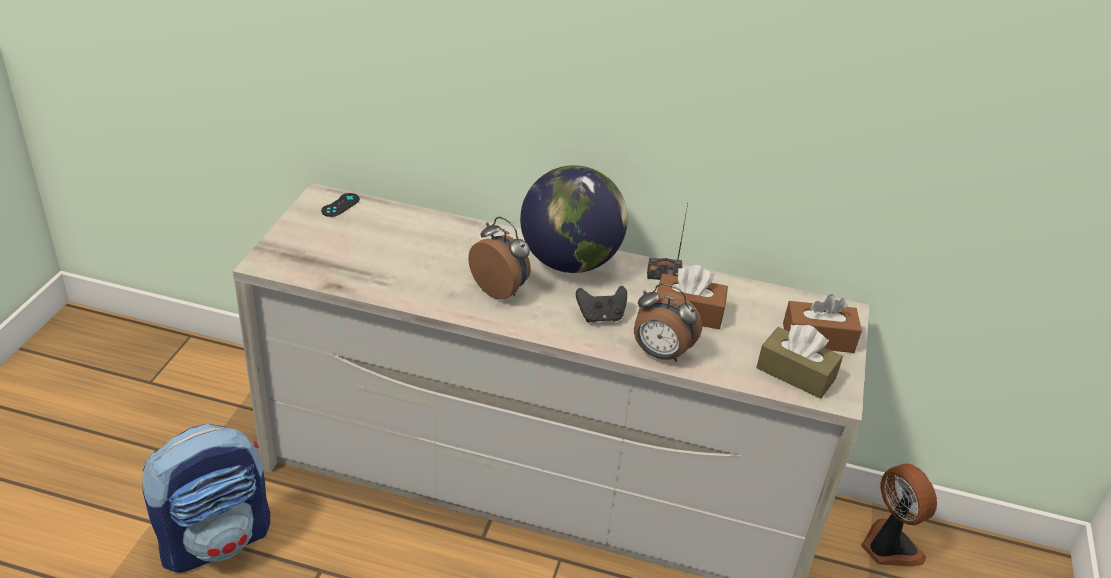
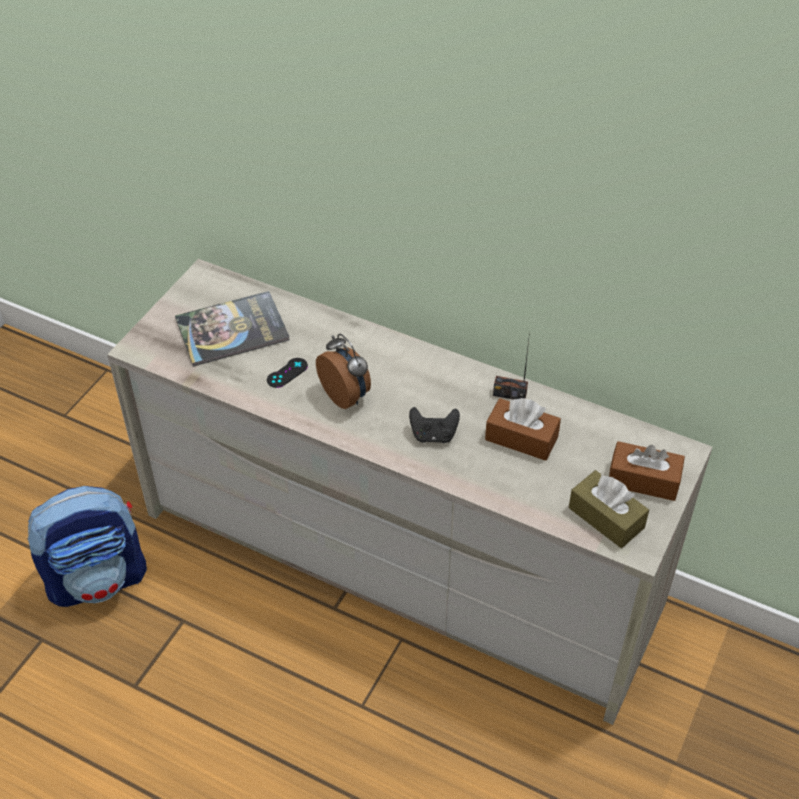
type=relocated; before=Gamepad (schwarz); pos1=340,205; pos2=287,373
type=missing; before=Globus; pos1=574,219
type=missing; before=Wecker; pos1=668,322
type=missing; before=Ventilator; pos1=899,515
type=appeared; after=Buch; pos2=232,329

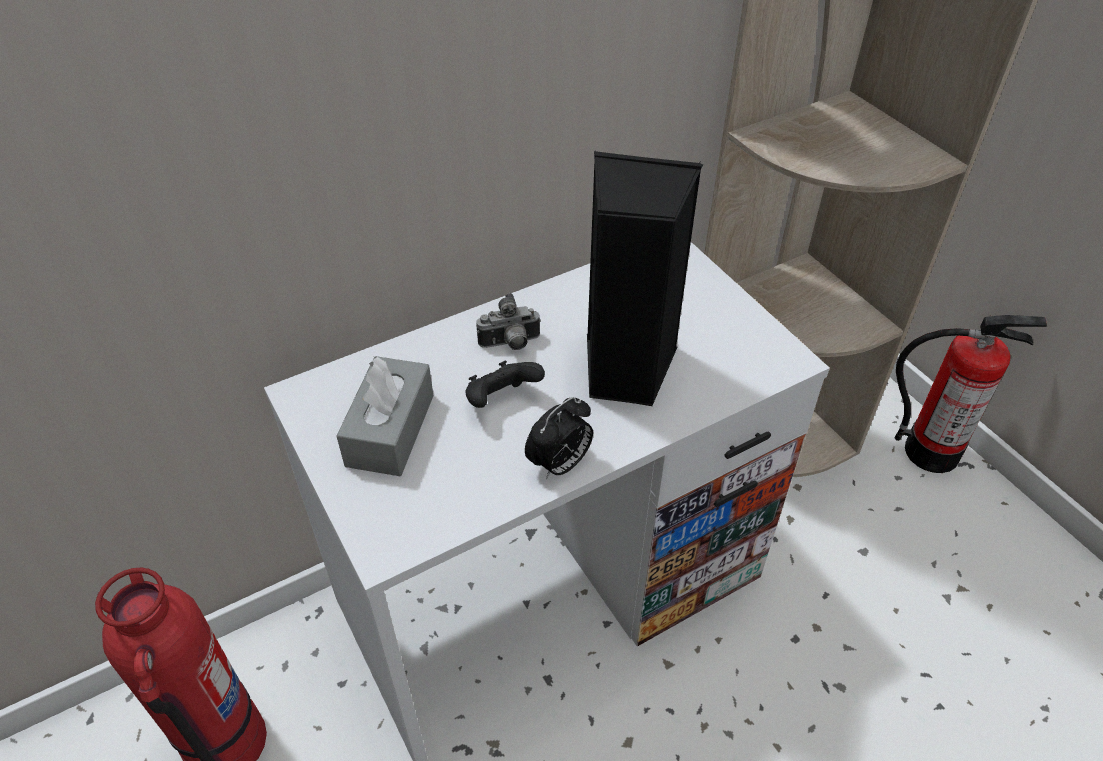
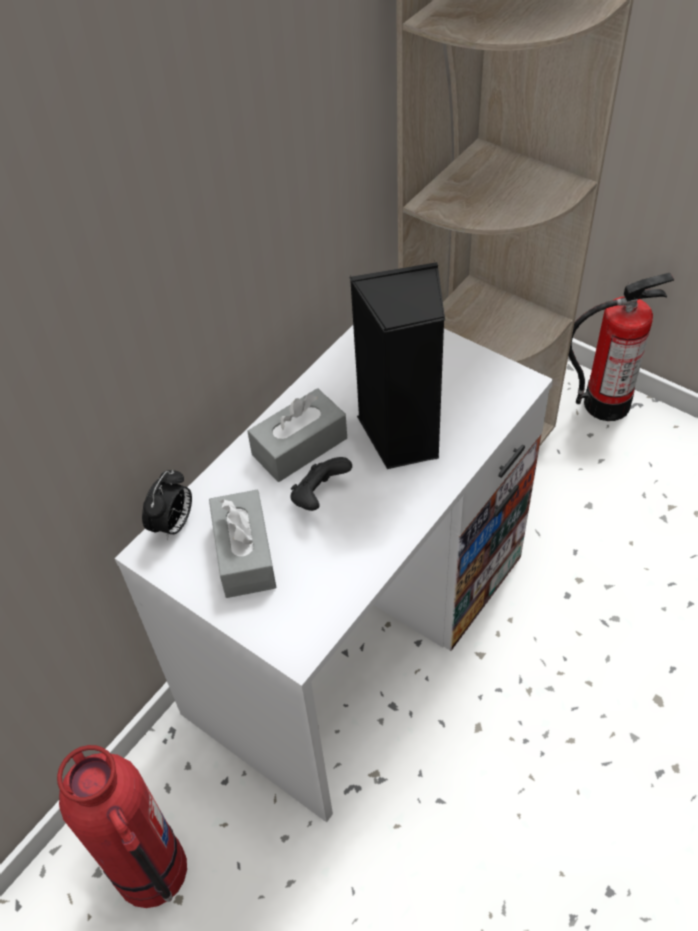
type=exchanged; before=Kamera; after=Taschentuchbox (grau); pos1=508,321; pos2=297,435
type=relocated; before=Wecker; pos1=559,438; pos2=167,505

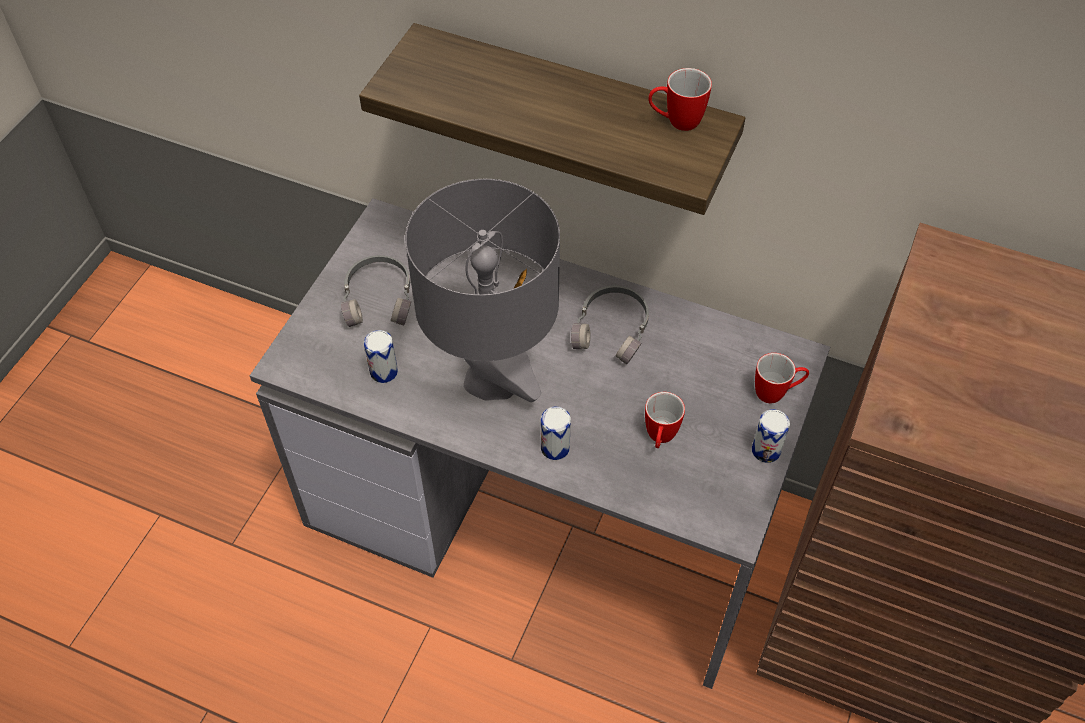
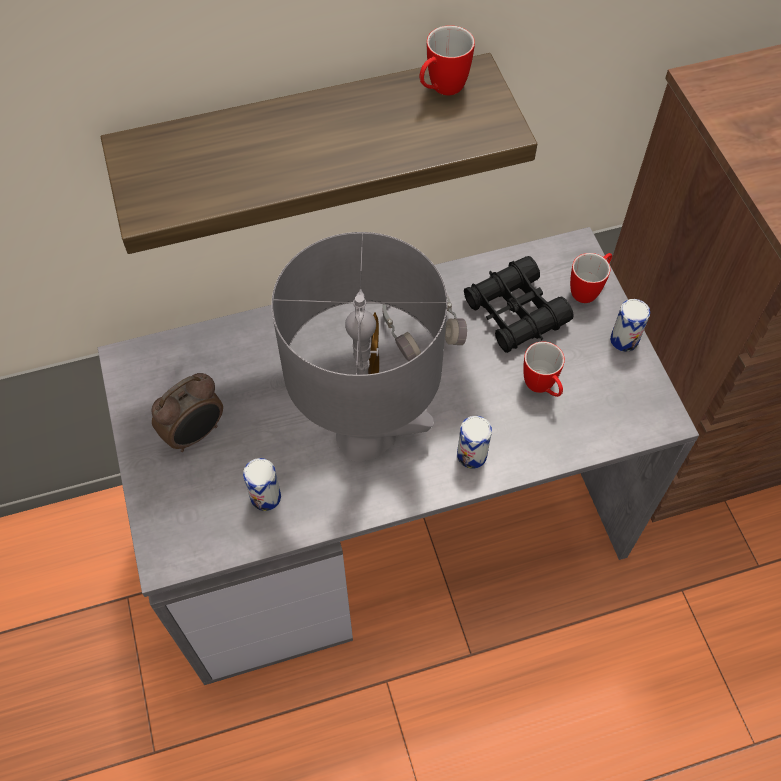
type=exchanged; before=Kopfhörer (grau); after=Wecker; pos1=376,291; pos2=187,412
type=appeared; after=Fernglas (schwarz); pos2=519,304

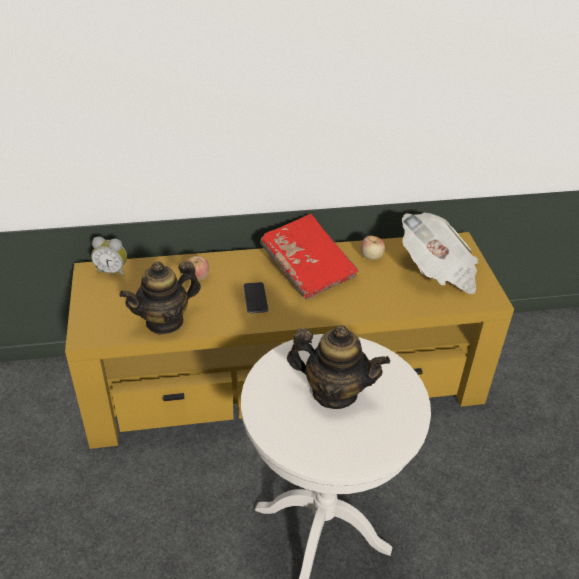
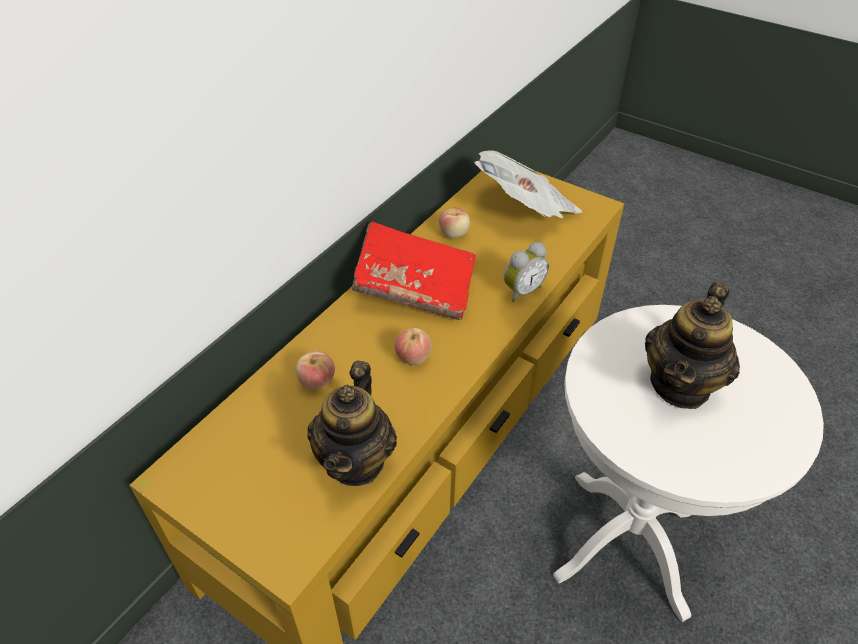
type=relocated; before=Wecker; pos1=109,256; pos2=526,272
type=exchanged; before=Handy; after=Apfel; pos1=255,297; pos2=413,346
type=spun; before=Teekanne; pos1=338,367; pos2=692,345; turn=150

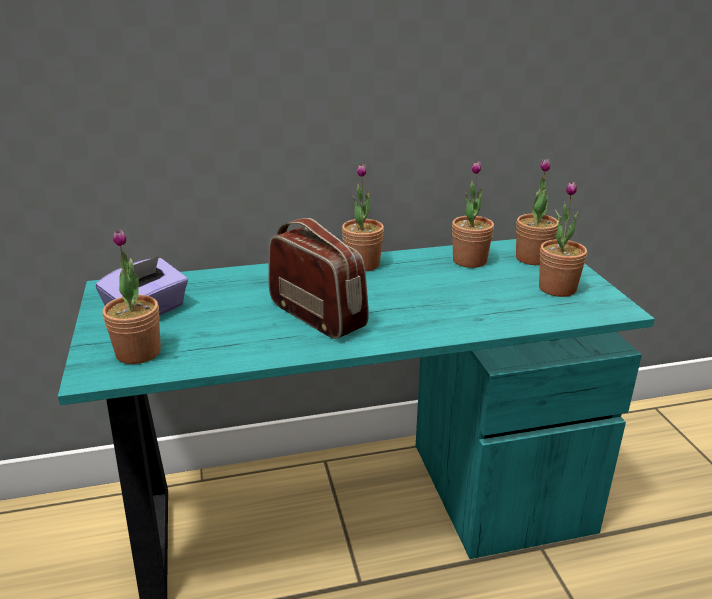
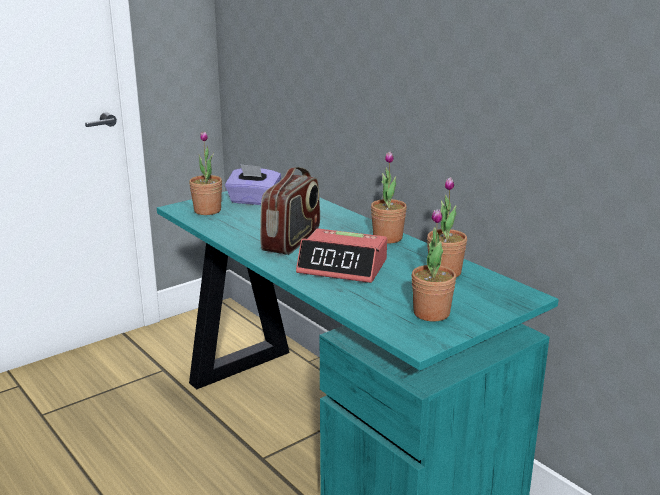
type=missing; before=Topfpflanze; pos1=537,212
type=appeared; after=Wecker; pos2=341,256

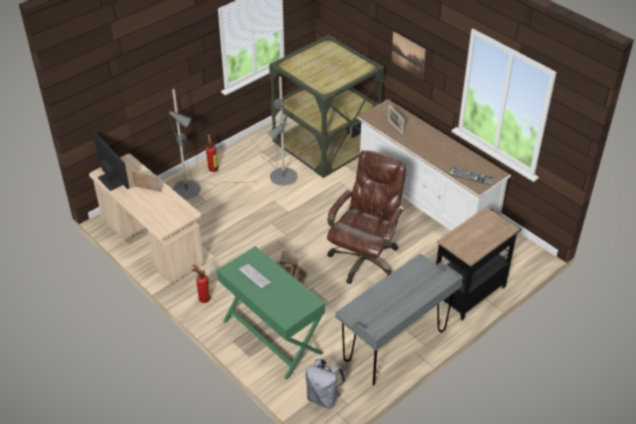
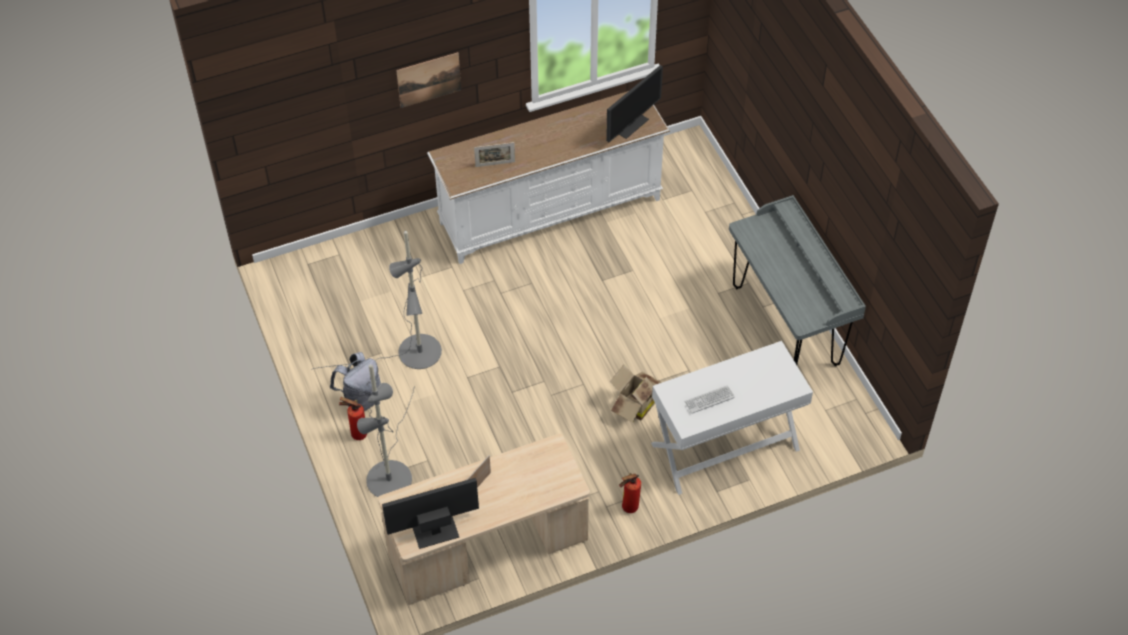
type=colour; before=Konsolentisch (grün); after=Konsolentisch (weiß); pos1=271,313; pos2=732,418
type=missing; before=Bücherregal; pos1=326,106
type=relocated; before=Rucksack (grau); pos1=326,384; pos2=355,381
type=missing; before=Bürostuhl (braun); pos1=366,217
type=missing; before=Rollwagen (schwarz); pos1=478,264
type=exchanged; before=Tastatur; after=Monitor; pos1=471,176; pos2=634,103

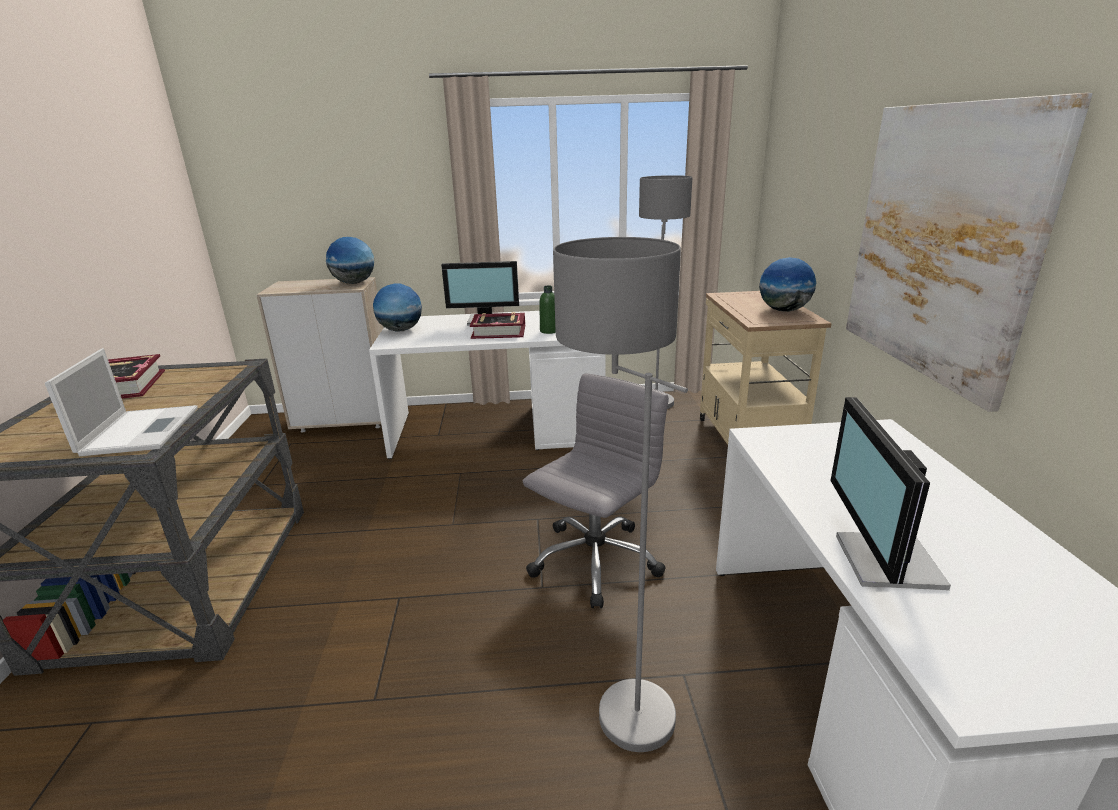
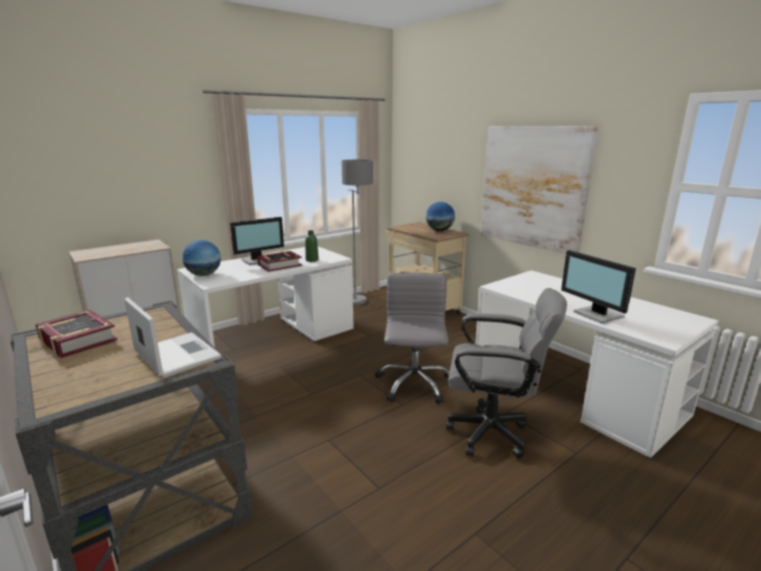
type=missing; before=Globus; pos1=350,260
type=exchanged; before=Stehlampe (grau); after=Bürostuhl (grau); pos1=620,494; pos2=506,373

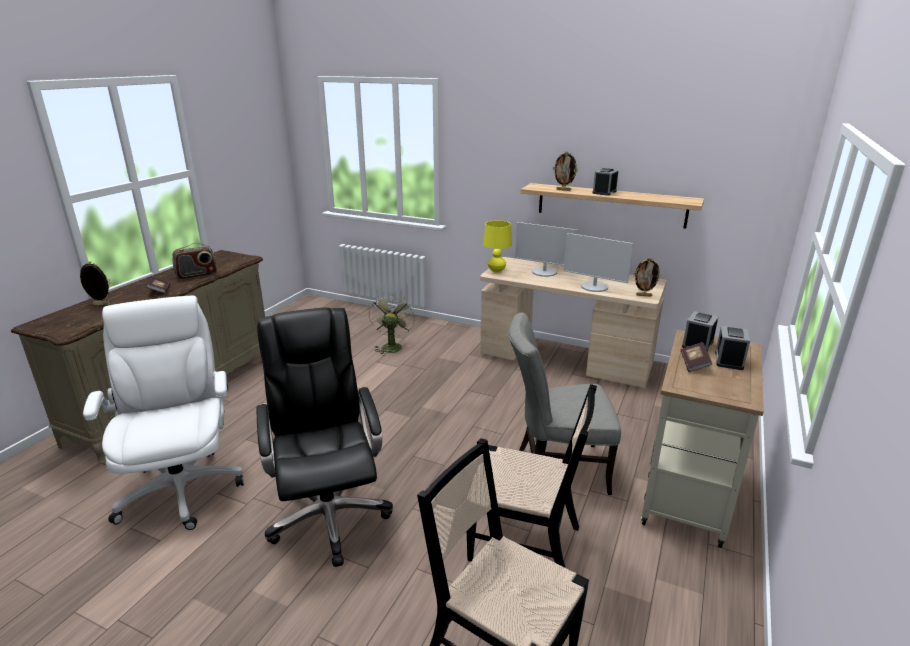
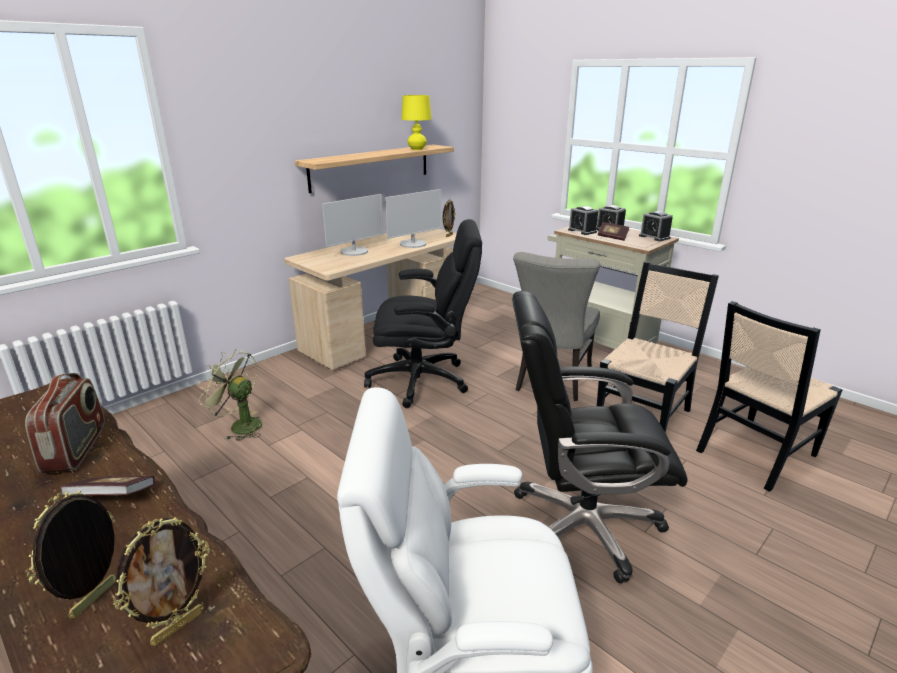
type=relocated; before=Tischlampe (gelb); pos1=497,246; pos2=416,122
type=relocated; before=Bilderrahmen; pos1=565,171; pos2=161,581
type=relocated; before=Wecker; pos1=605,182; pos2=656,226
type=appeared; after=Bürostuhl (schwarz); pos2=423,313

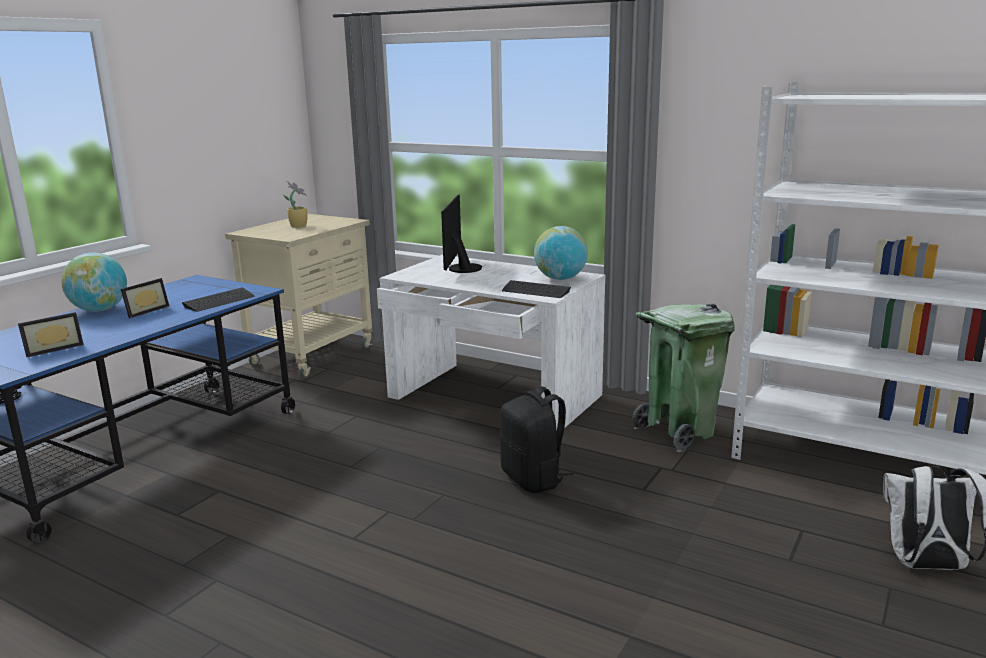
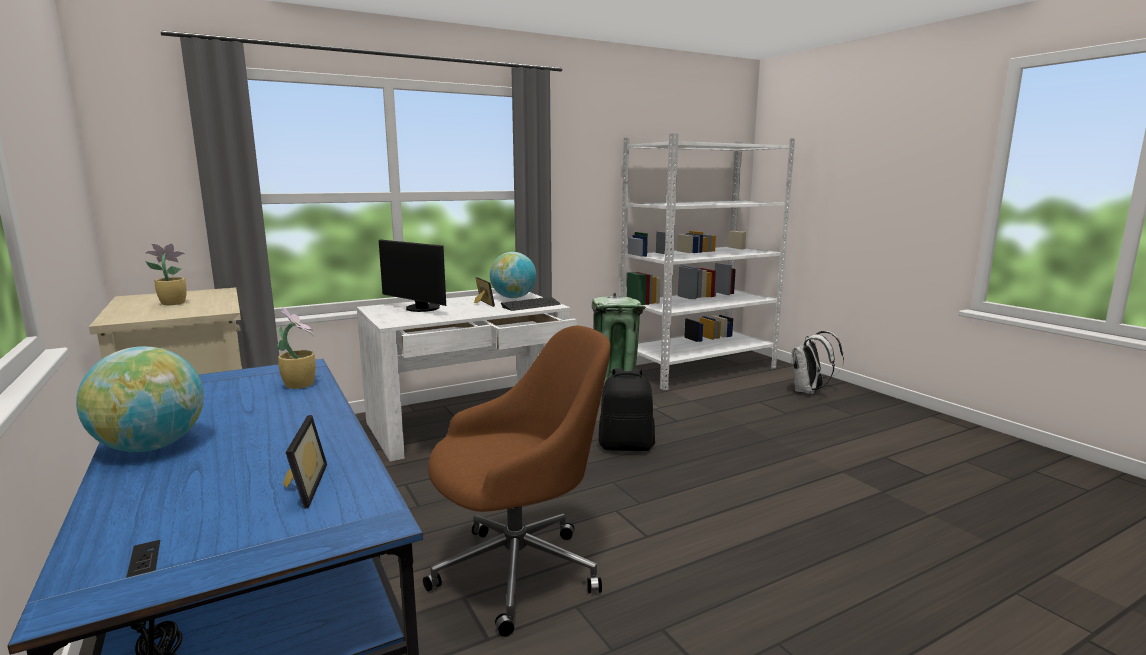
type=relocated; before=Bilderrahmen; pos1=145,298; pos2=484,292
type=exchanged; before=Tastatur; after=Topfpflanze; pos1=218,299; pos2=297,348
type=appeared; after=Bürostuhl (braun); pos2=517,481

